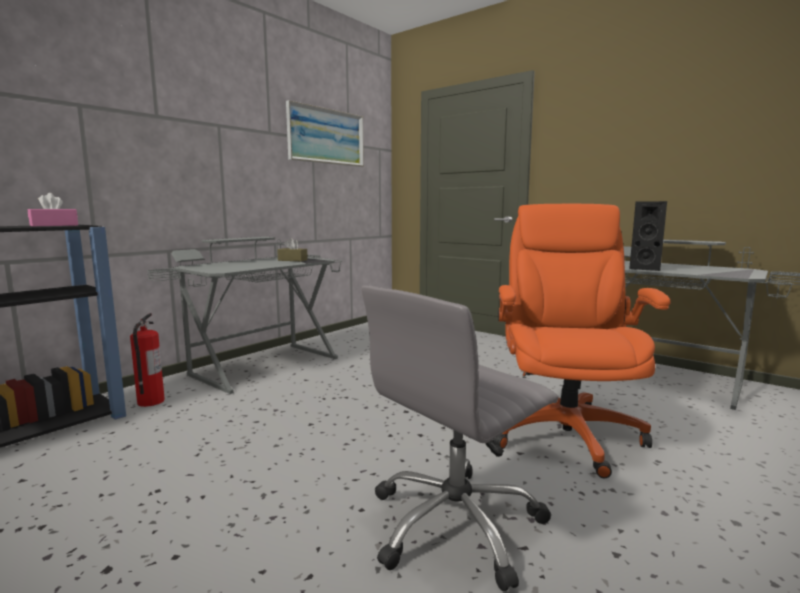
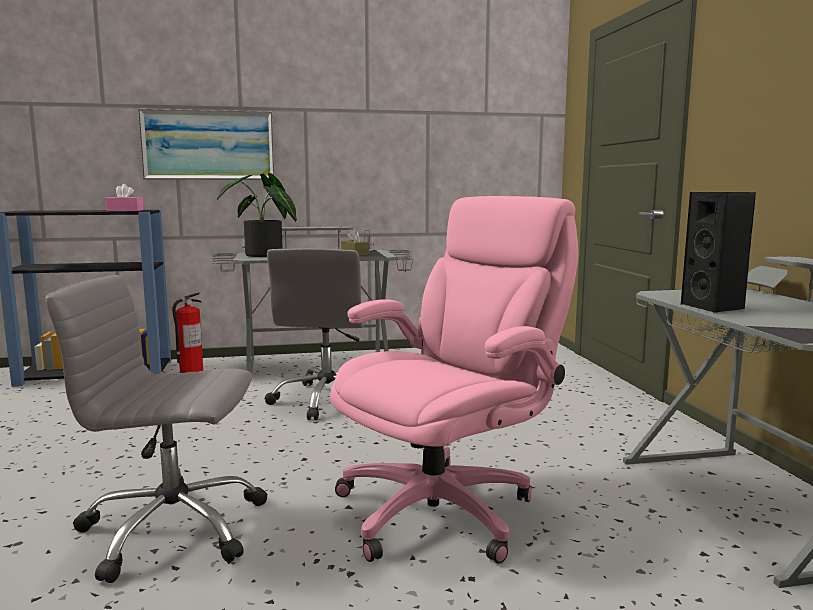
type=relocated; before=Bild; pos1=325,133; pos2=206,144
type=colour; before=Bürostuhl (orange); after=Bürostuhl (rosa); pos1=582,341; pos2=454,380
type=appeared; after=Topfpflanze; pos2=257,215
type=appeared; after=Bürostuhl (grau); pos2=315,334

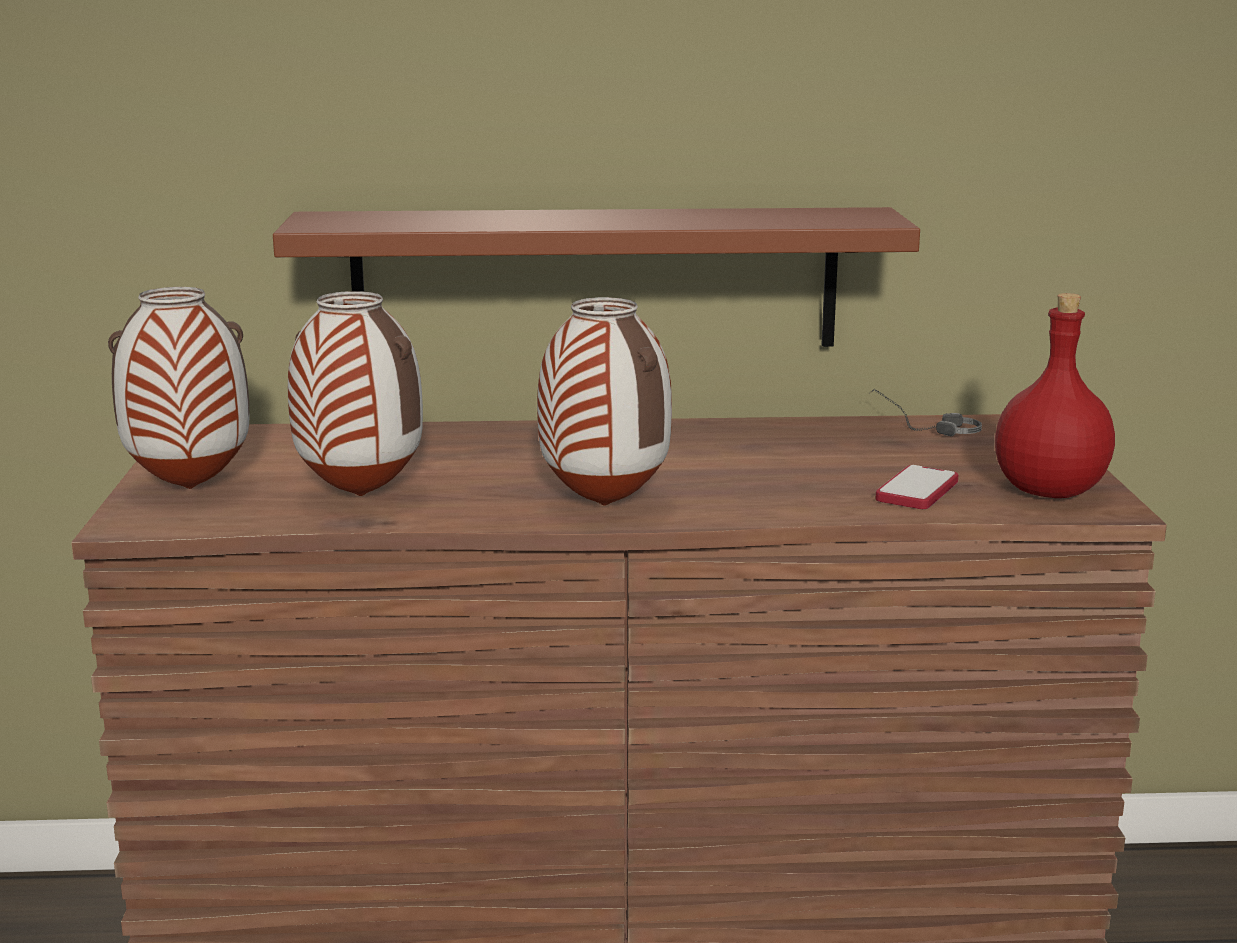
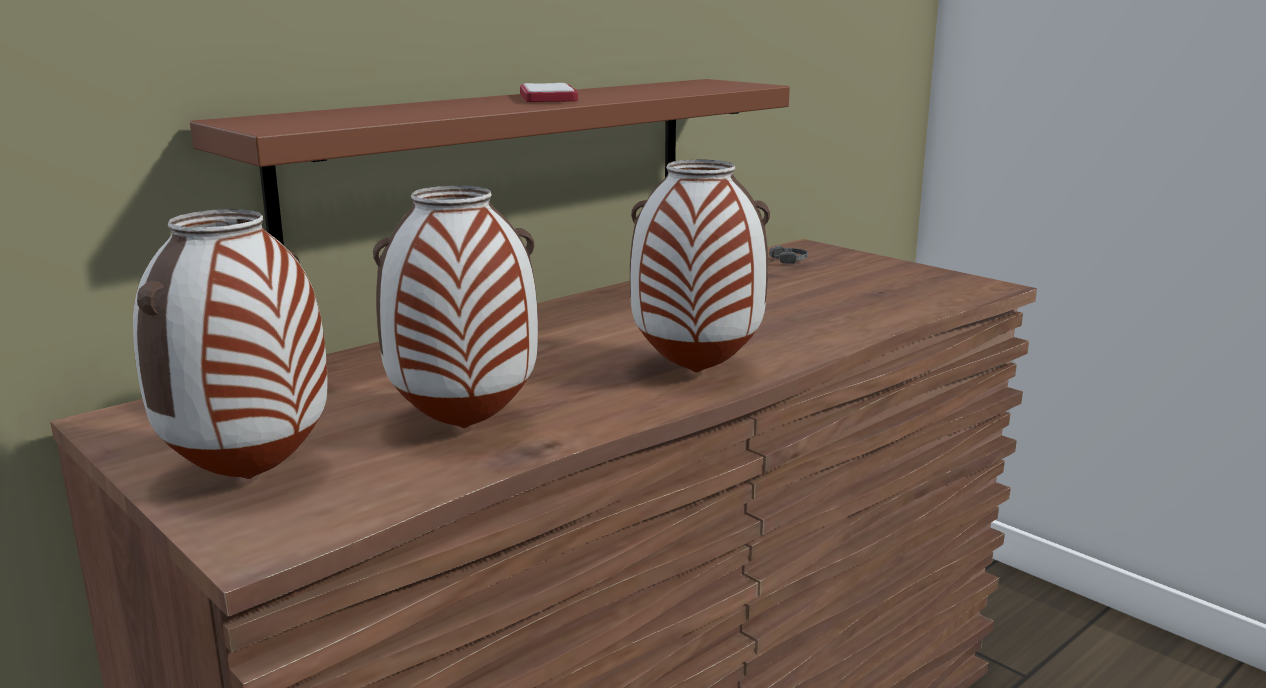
type=relocated; before=Handy; pos1=917,487; pos2=549,92
type=missing; before=Flasche (rot); pos1=1055,395

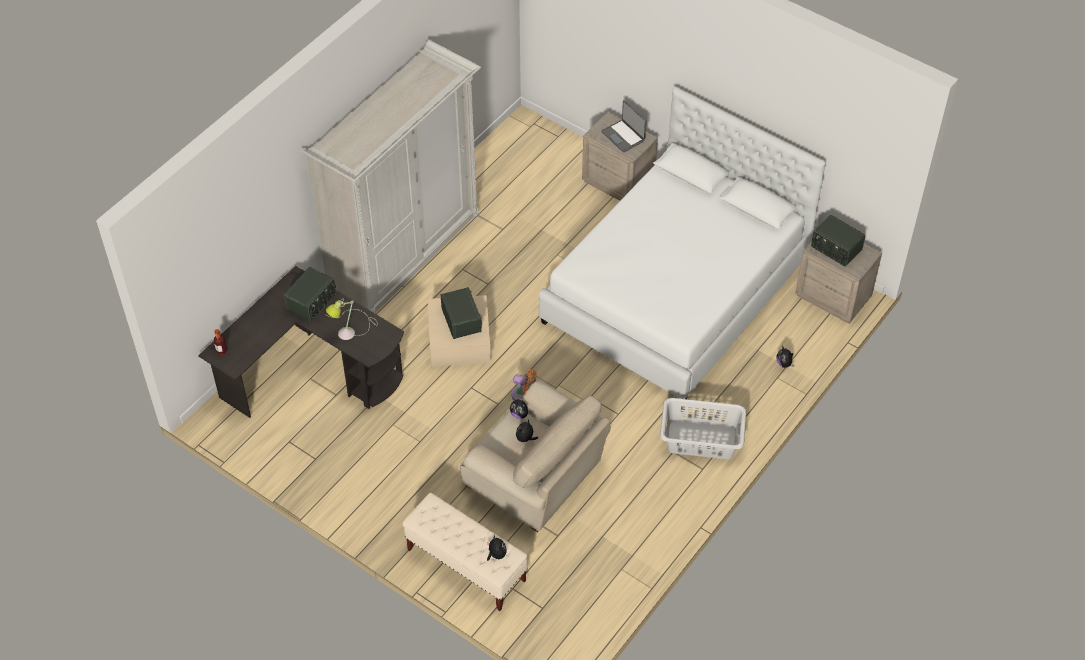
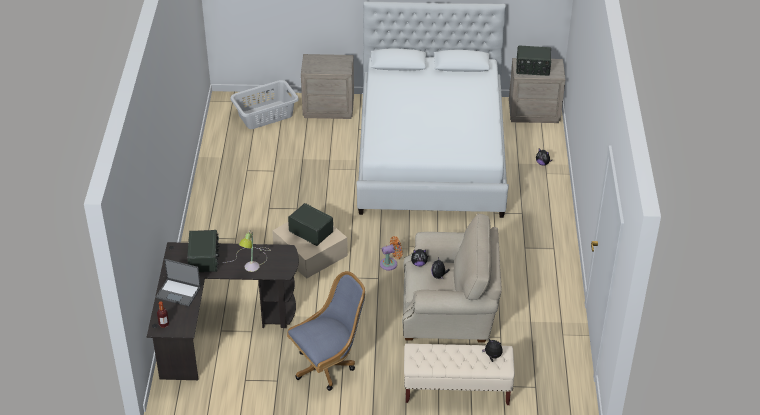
type=missing; before=Kleiderschrank (weiß); pos1=391,177
type=relocated; before=Laptop; pos1=623,126; pos2=178,282
type=relocated; before=Wäschekorb (grau); pos1=703,428; pos2=264,104
type=appeared; after=Bürostuhl (blau); pos2=326,331

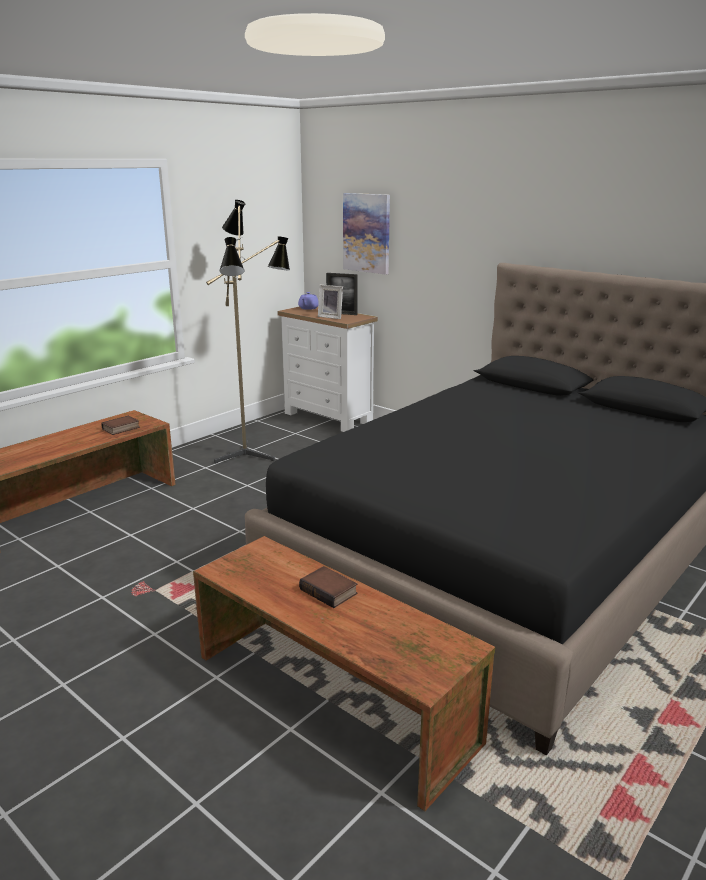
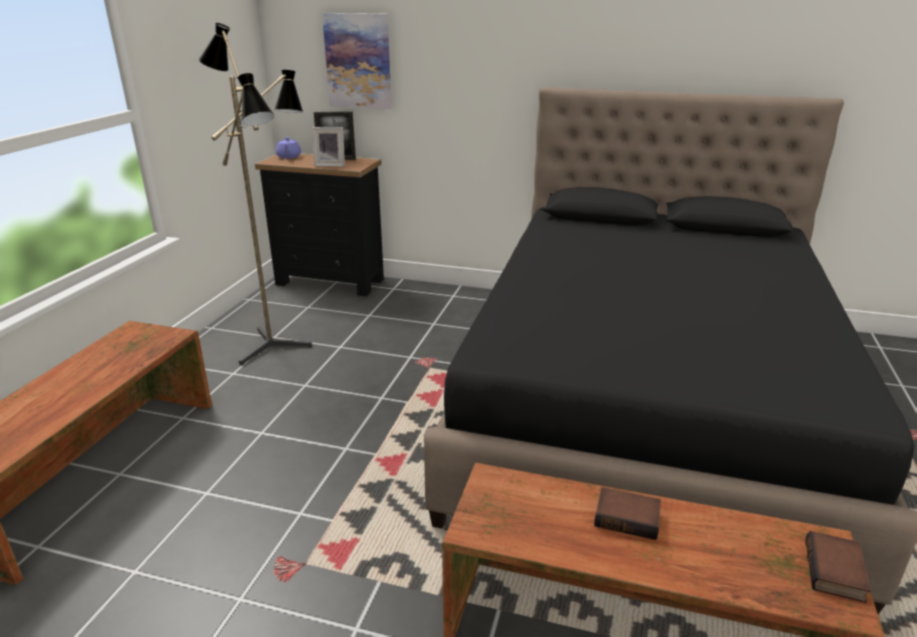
type=relocated; before=Buch; pos1=120,425; pos2=838,567
type=colour; before=Kommode (weiß); after=Kommode (schwarz); pos1=327,369; pos2=319,225

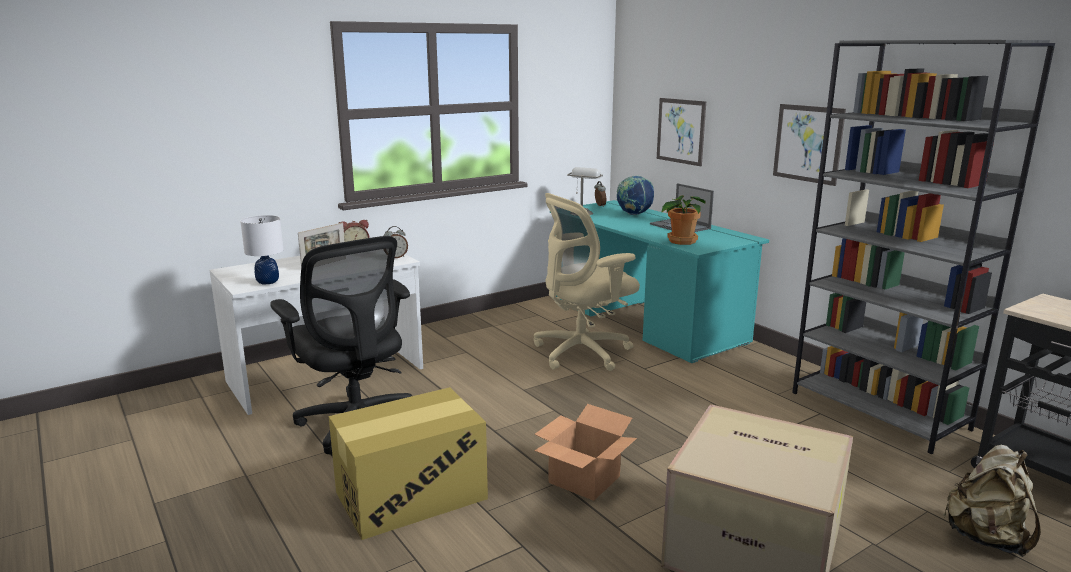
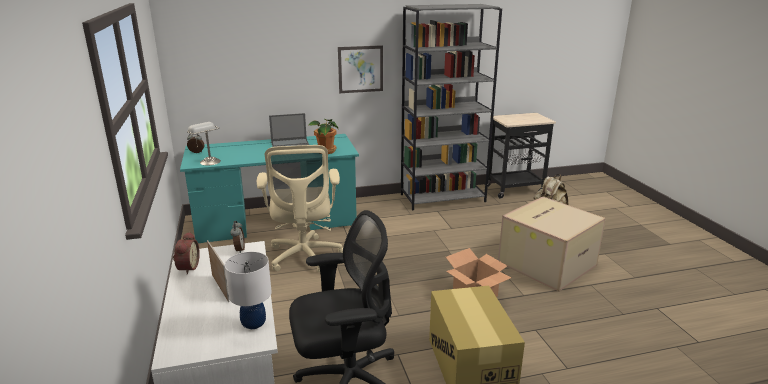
type=missing; before=Globus; pos1=635,195
type=missing; before=Bild; pos1=681,132

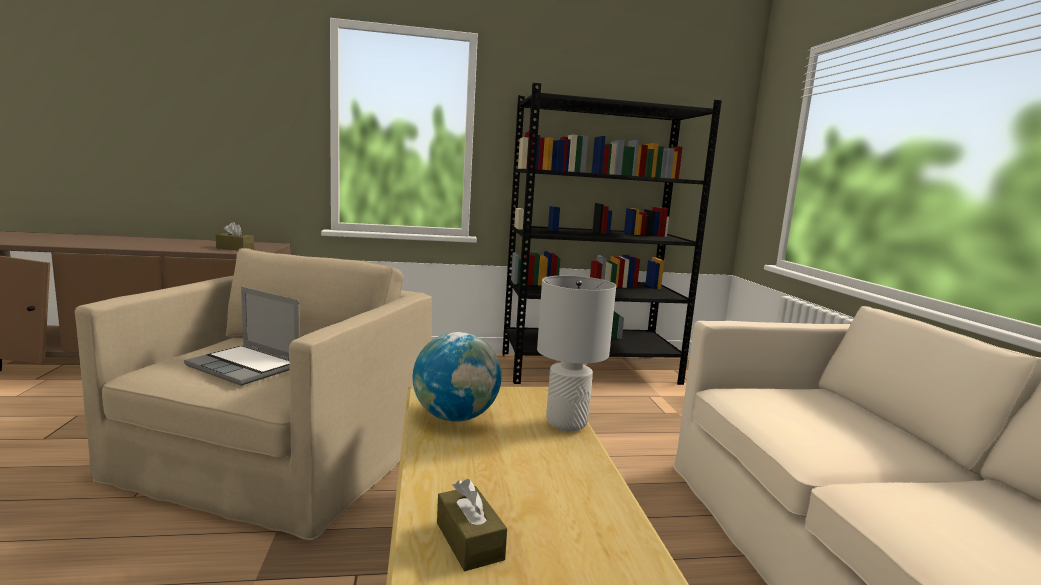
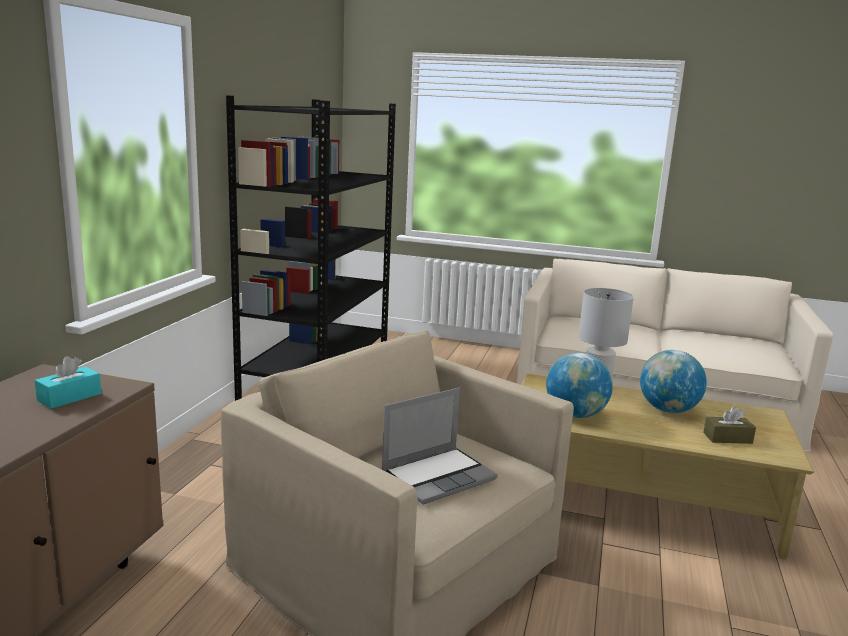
type=colour; before=Taschentuchbox (braun); after=Taschentuchbox (türkis); pos1=235,236; pos2=68,382
type=appeared; after=Globus; pos2=673,381

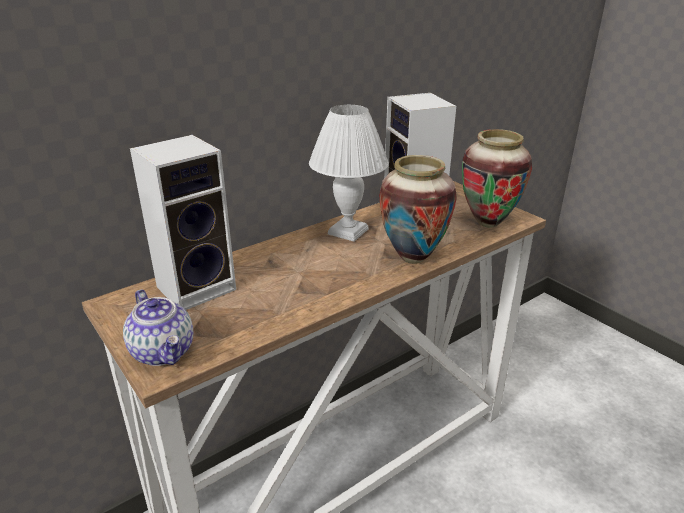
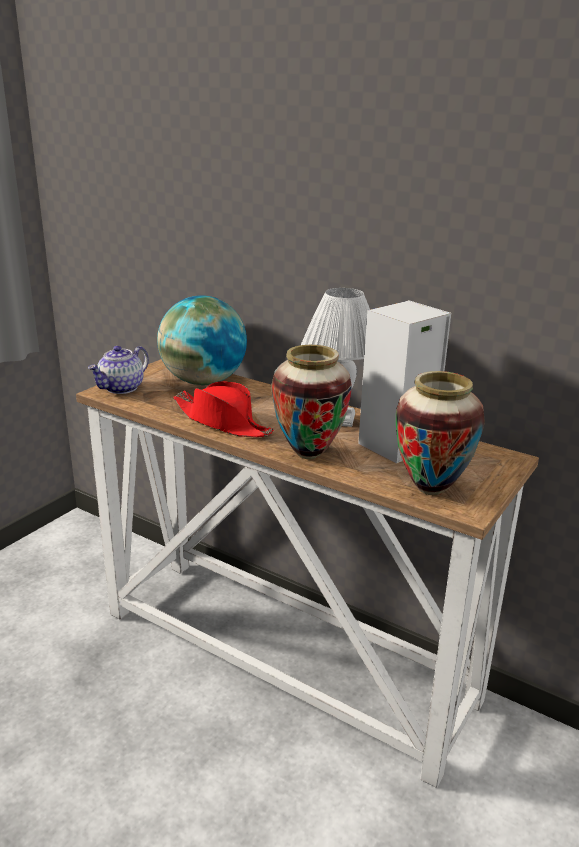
type=exchanged; before=Lautsprecher; after=Globus; pos1=183,222; pos2=202,340
type=appeared; after=Hut (rot); pos2=223,409

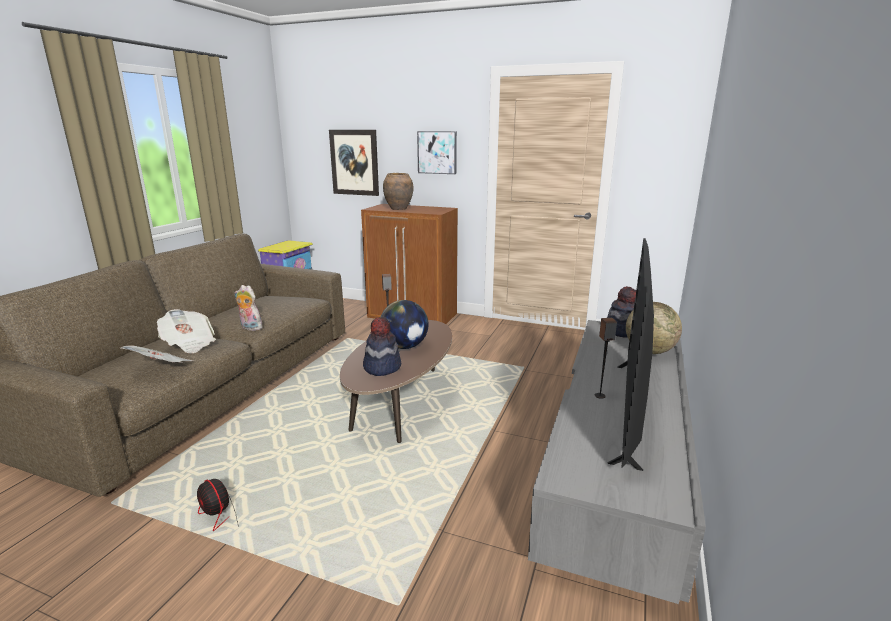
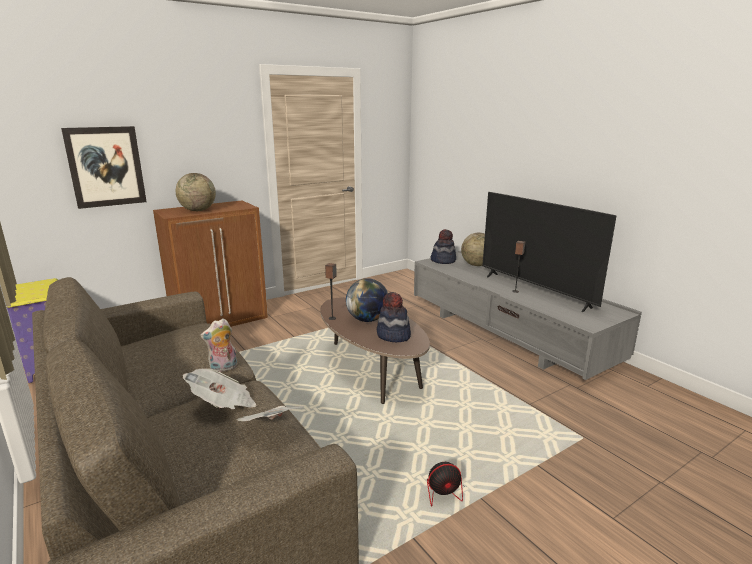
type=exchanged; before=Vase (braun); after=Globus; pos1=398,191; pos2=196,192
type=missing; before=Bild; pos1=437,152

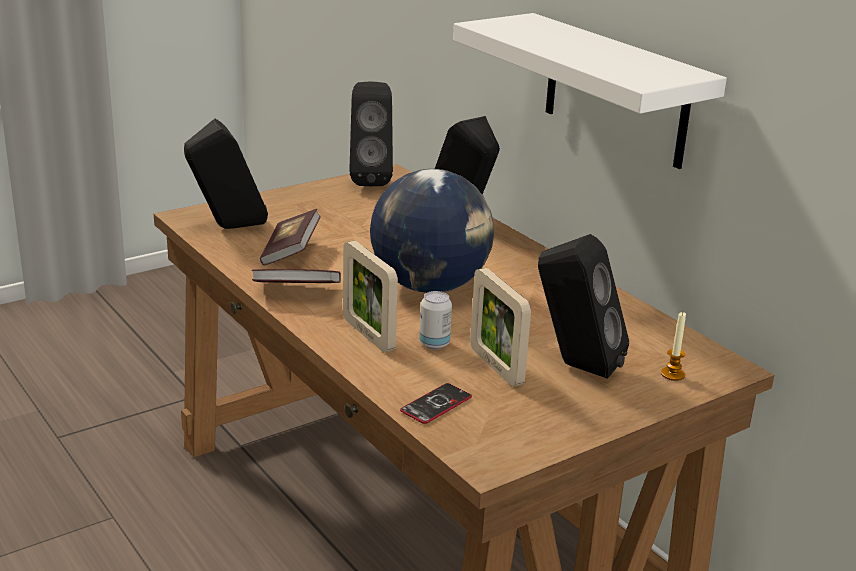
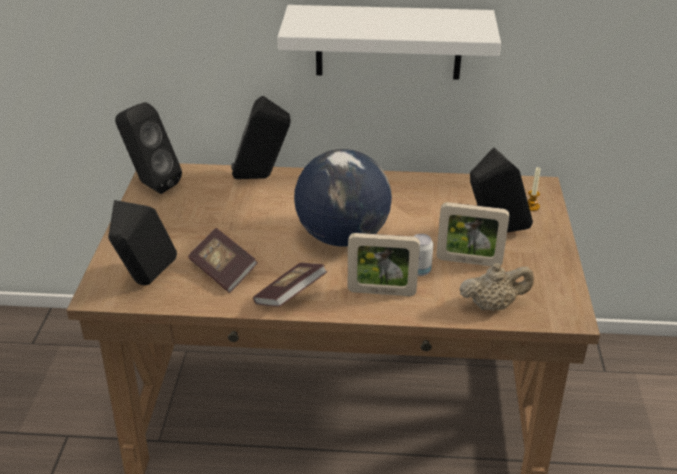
type=exchanged; before=Handy; after=Teekanne (beige); pos1=436,403; pos2=496,286

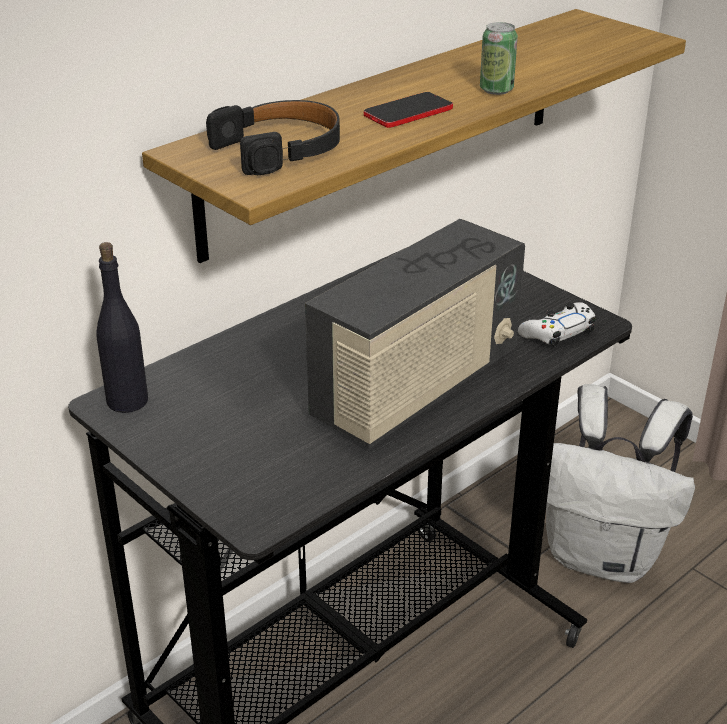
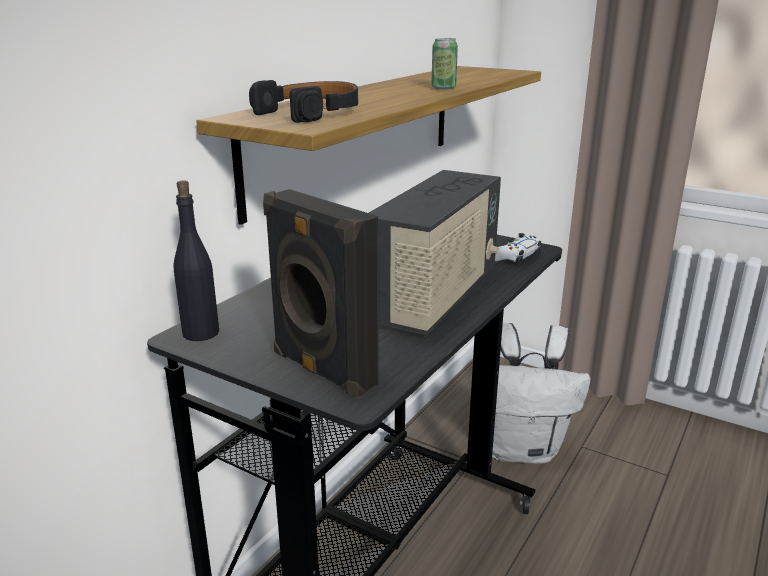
type=missing; before=Handy; pos1=408,110
type=appeared; after=Lautsprecher (schwarz); pos2=321,293

